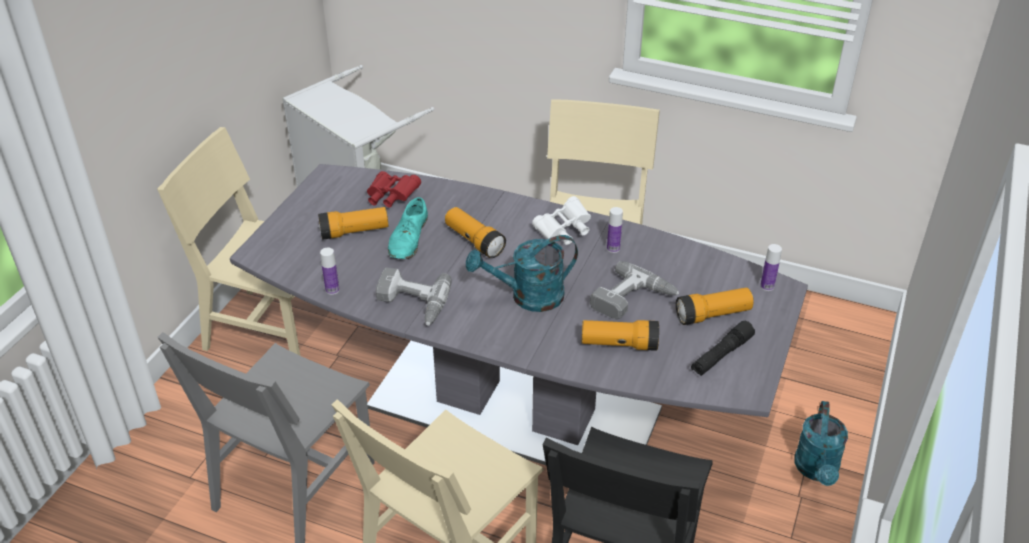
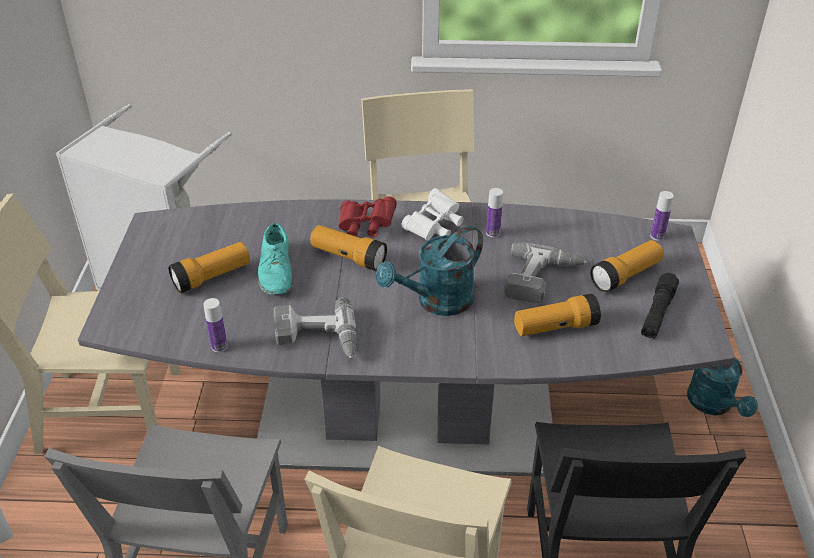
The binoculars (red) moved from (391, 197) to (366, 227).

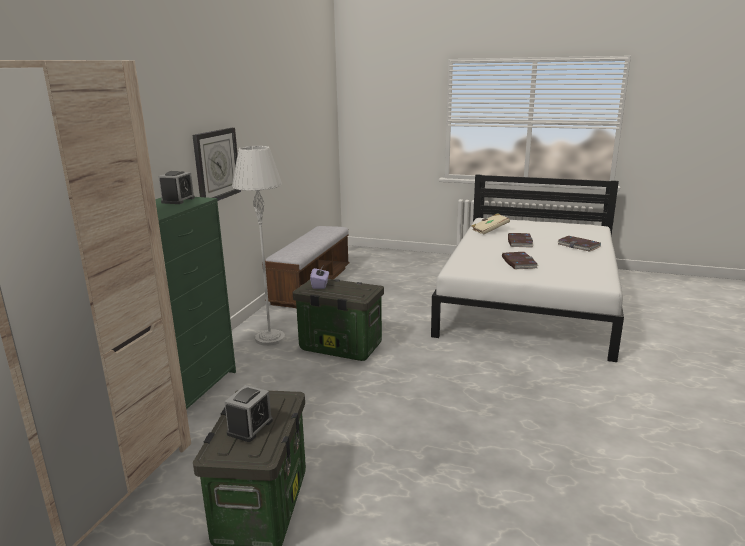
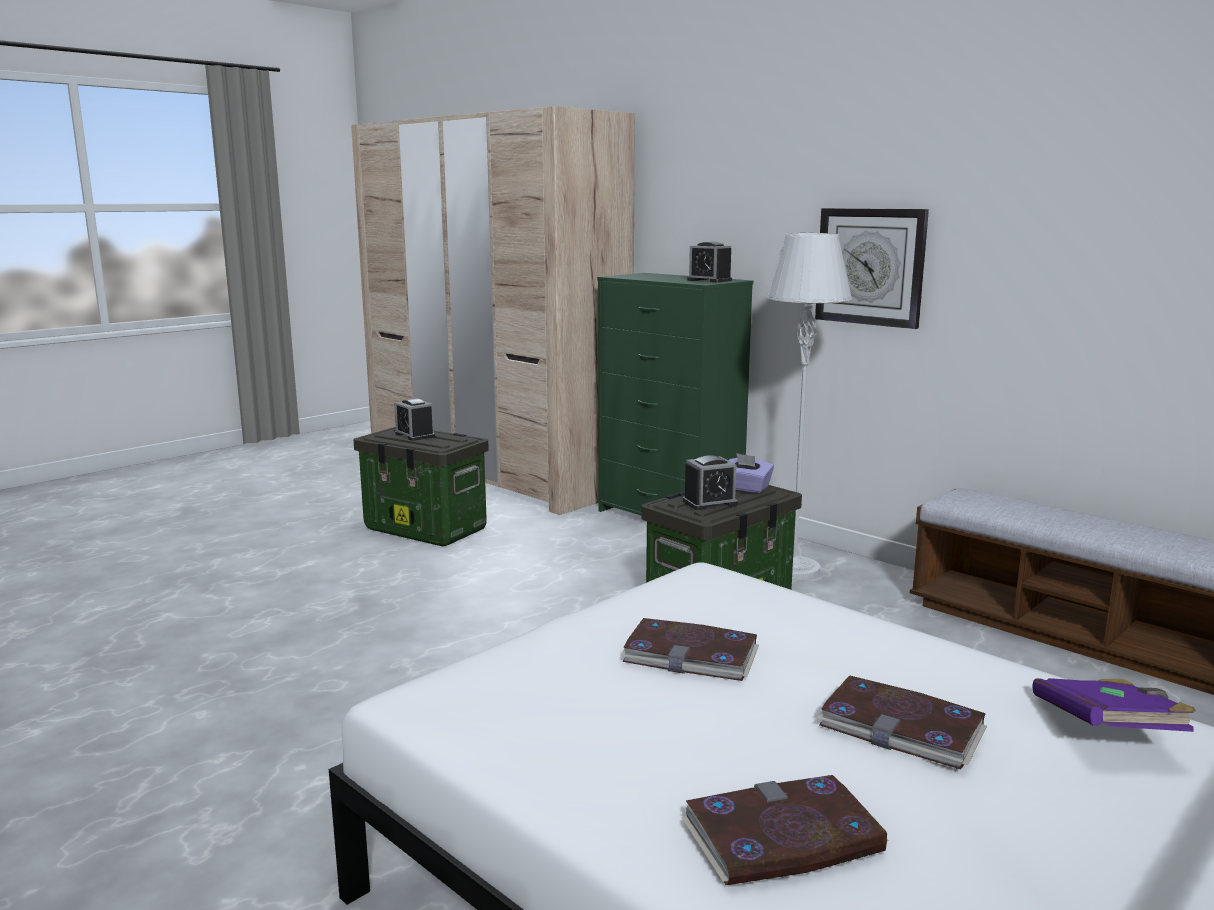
The book (beige) at (489, 230) became the book (purple) at (1107, 730). The alarm clock at (710, 502) appeared.

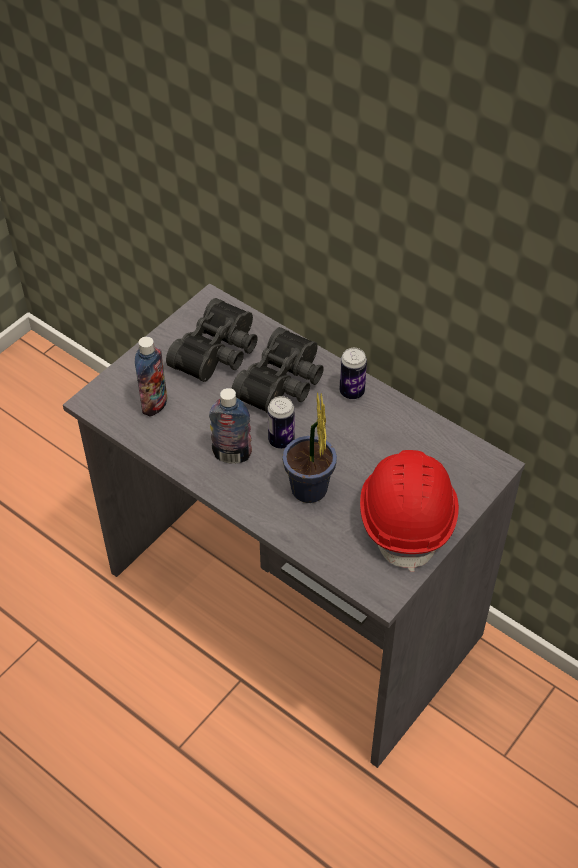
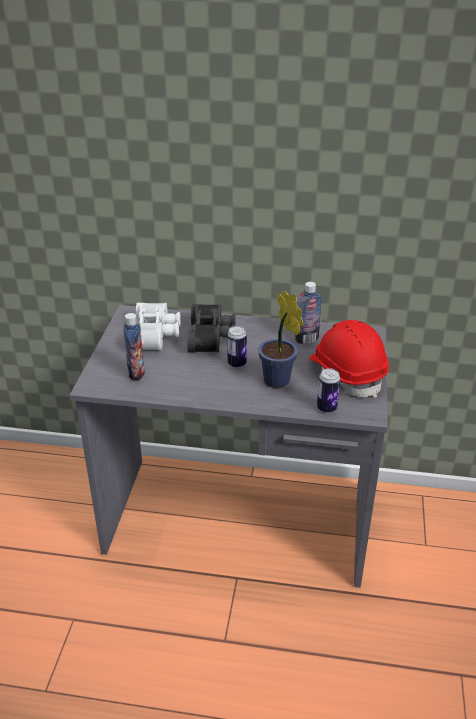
The binoculars (black) at (219, 353) became the binoculars (white) at (157, 335). The can moved from (352, 392) to (326, 408). The bottle moved from (232, 455) to (306, 339).

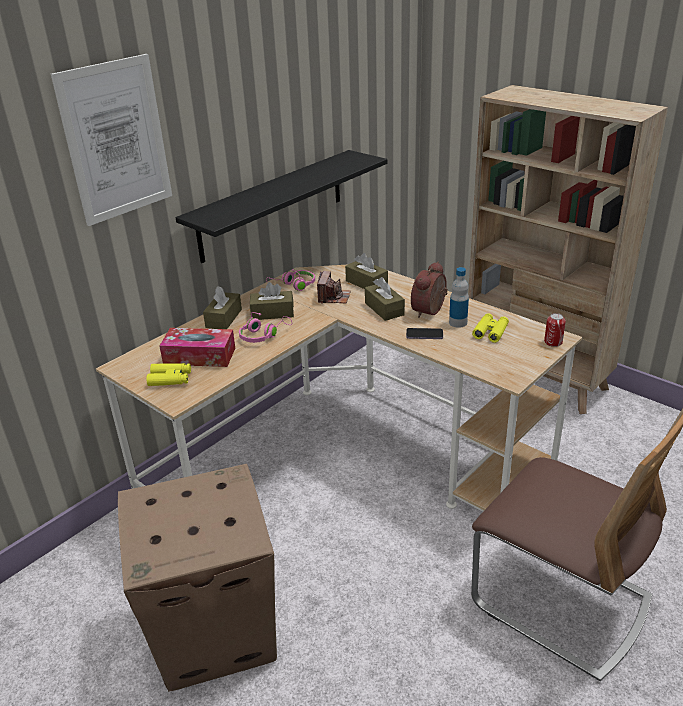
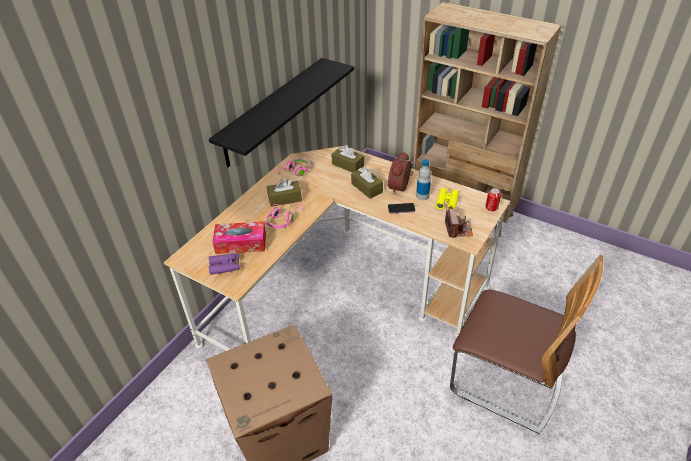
The picture at (116, 140) disappeared. The photo camera moved from (333, 297) to (458, 229). The tissue box (brown) at (224, 318) disappeared. The binoculars (yellow) at (170, 379) became the binoculars (purple) at (225, 266).

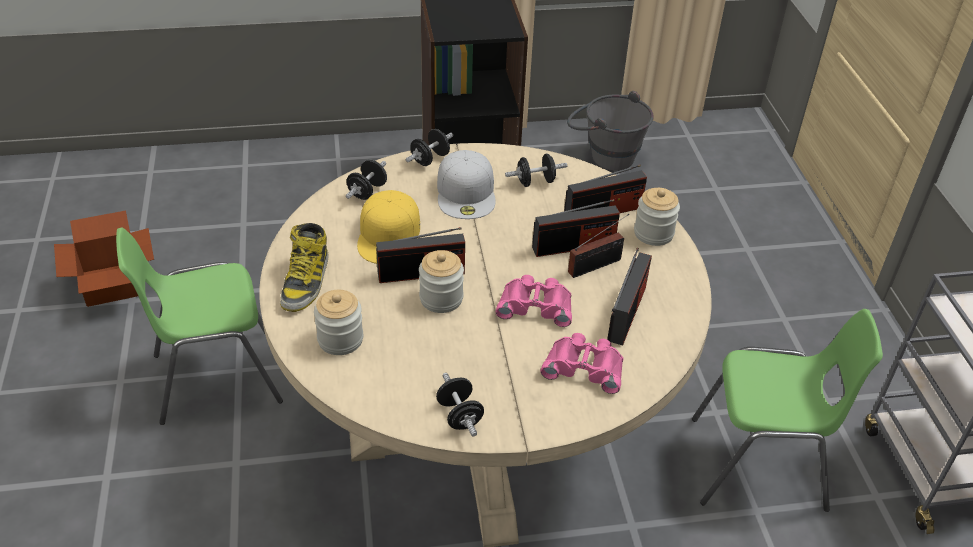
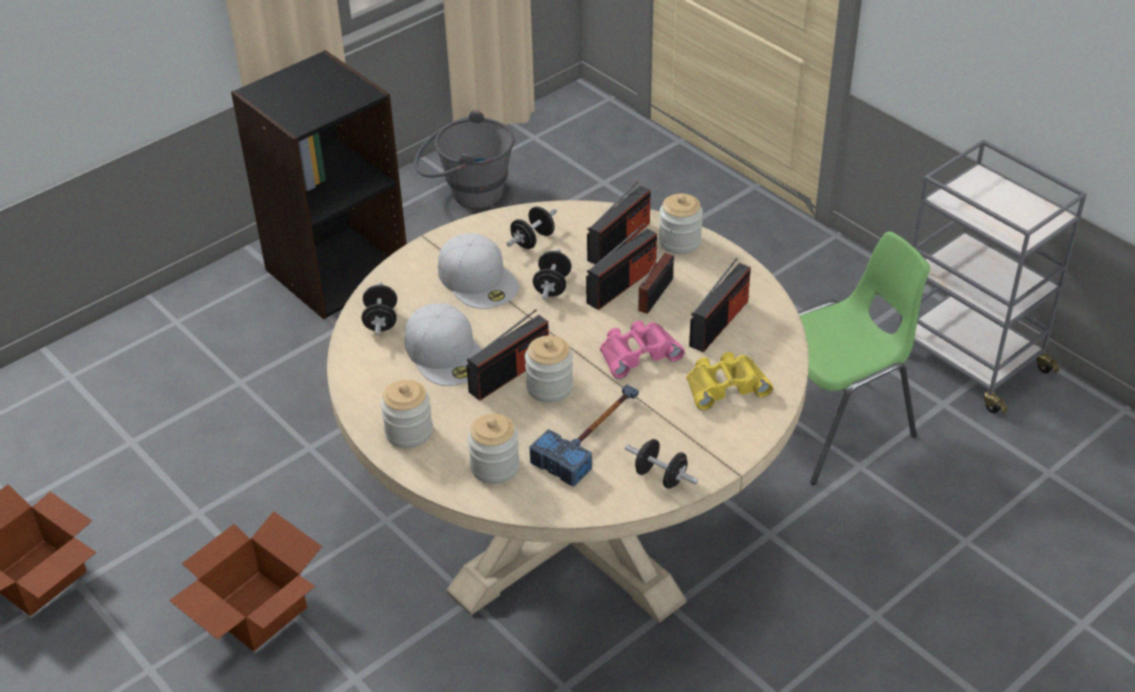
The dumbbell (black) moved from (430, 159) to (552, 286). The cap (yellow) at (390, 235) became the cap (white) at (446, 353). The boot at (306, 281) was replaced by the jar at (409, 432). The chair (green) at (215, 377) was replaced by the cardboard box at (253, 611). The radio at (627, 313) turned 45 degrees clockwise. The binoculars (pink) at (584, 367) became the binoculars (yellow) at (725, 385). The hammer at (592, 435) appeared.

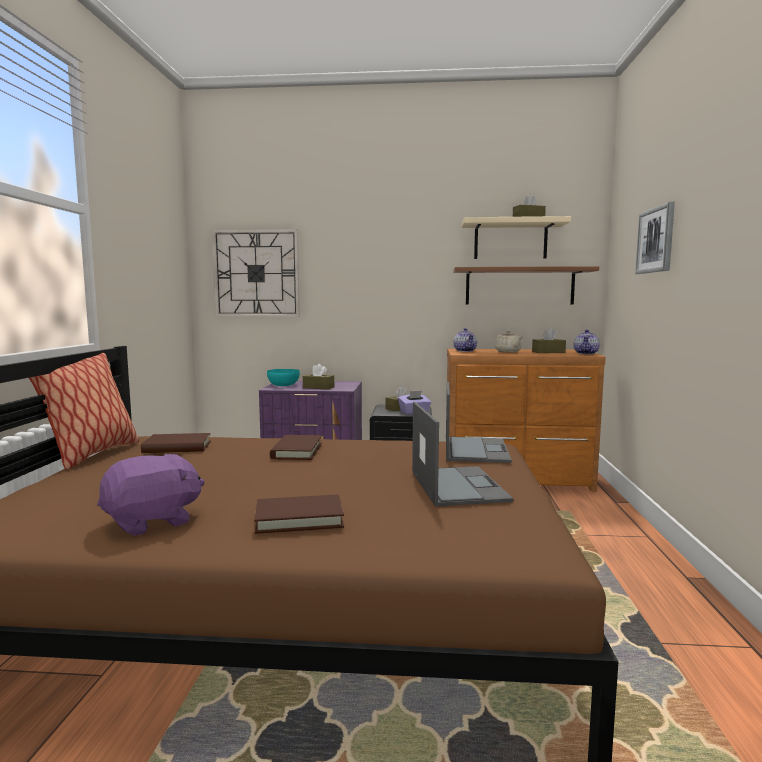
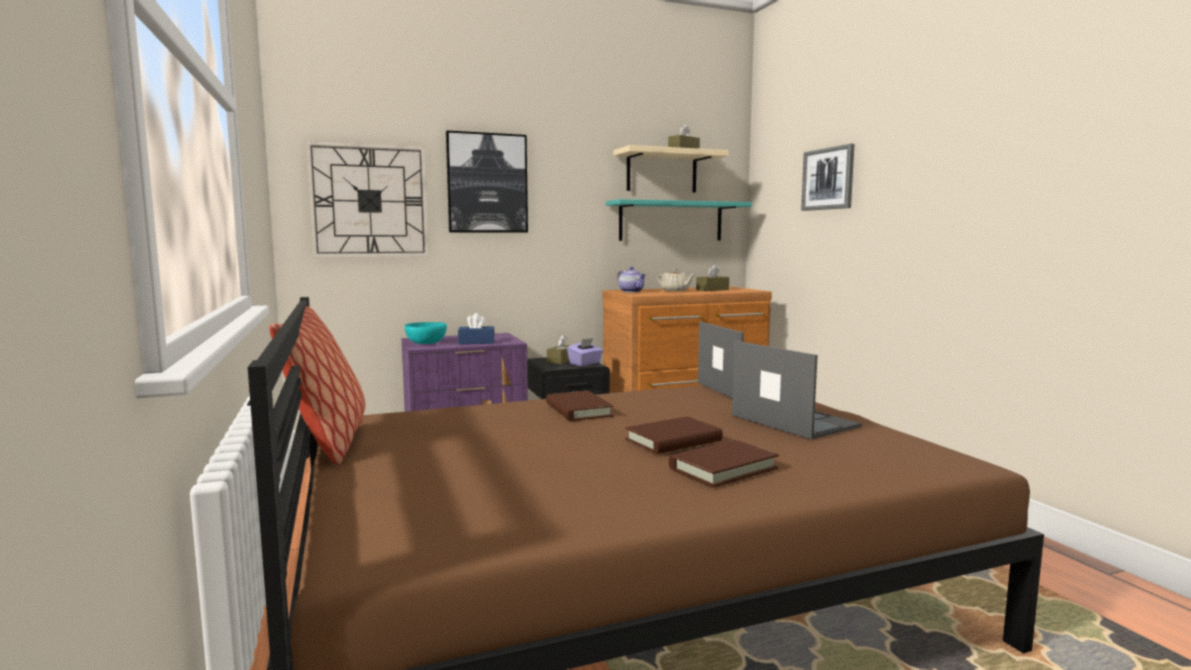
The shelf (brown) at (519, 286) became the shelf (turquoise) at (671, 221). The teapot at (586, 353) disappeared. The tissue box (brown) at (318, 387) became the tissue box (blue) at (476, 342). The book (brown) moved from (177, 447) to (673, 440). The plush toy (purple) at (152, 521) disappeared. The picture at (487, 183) appeared.

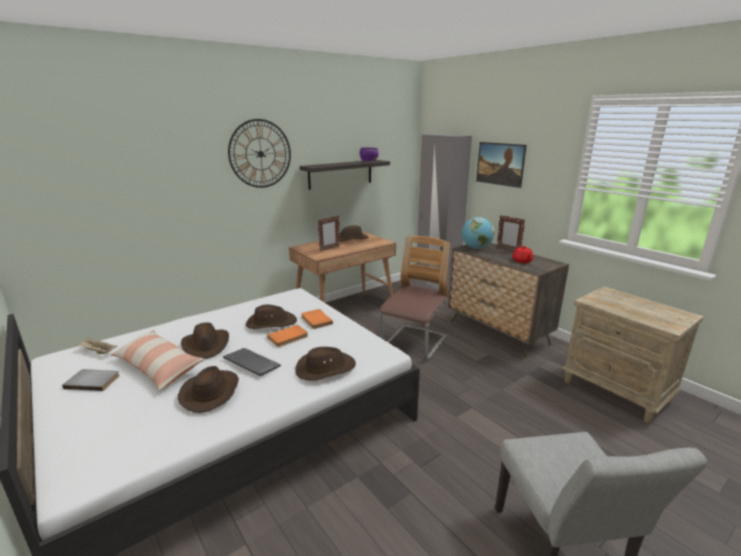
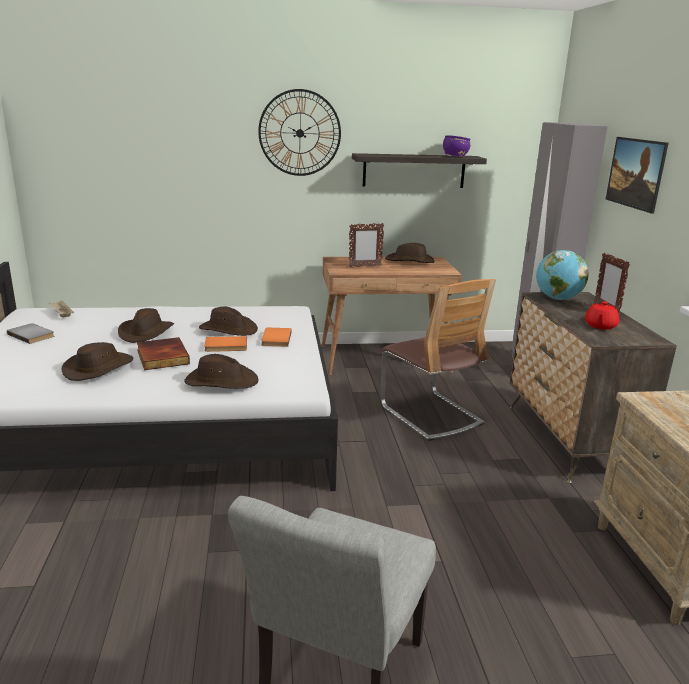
The chair at (414, 343) turned 90 degrees clockwise. The pillow at (158, 367) disappeared. The keyboard at (250, 363) was replaced by the book at (161, 357).

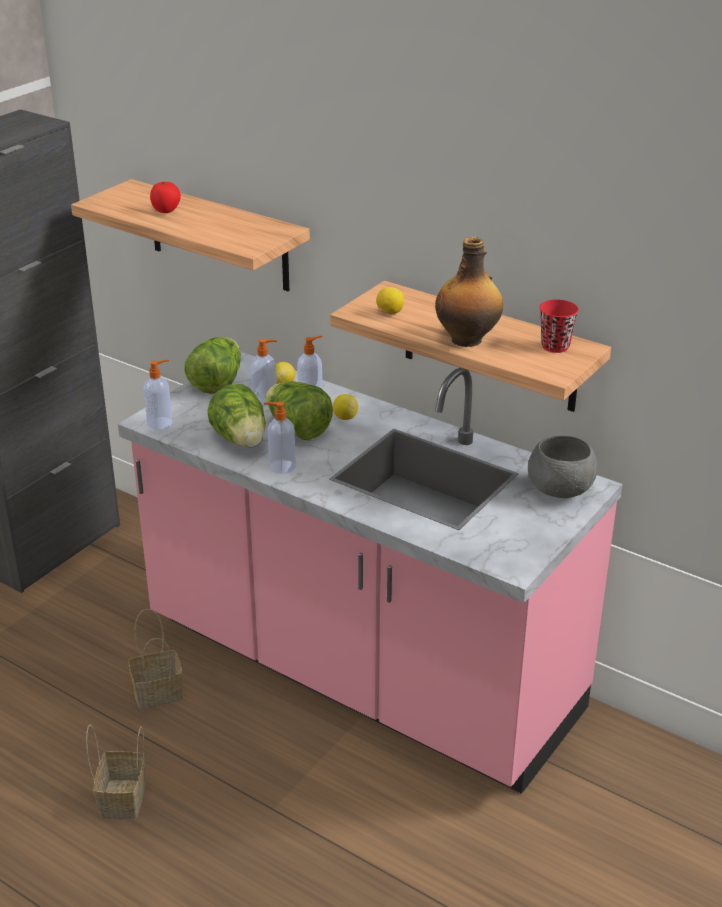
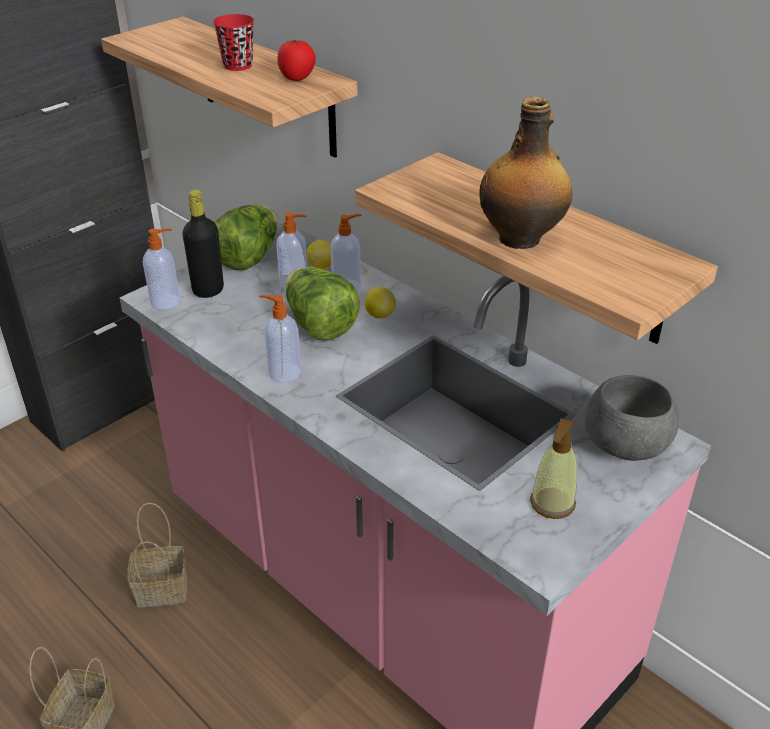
The tomato moved from (166, 211) to (297, 78). The lemon at (389, 313) disappeared. The cup (red) moved from (555, 346) to (238, 65). The lettuce at (241, 440) disappeared. The bottle (black) at (208, 290) appeared. The soap dispenser at (552, 503) appeared.

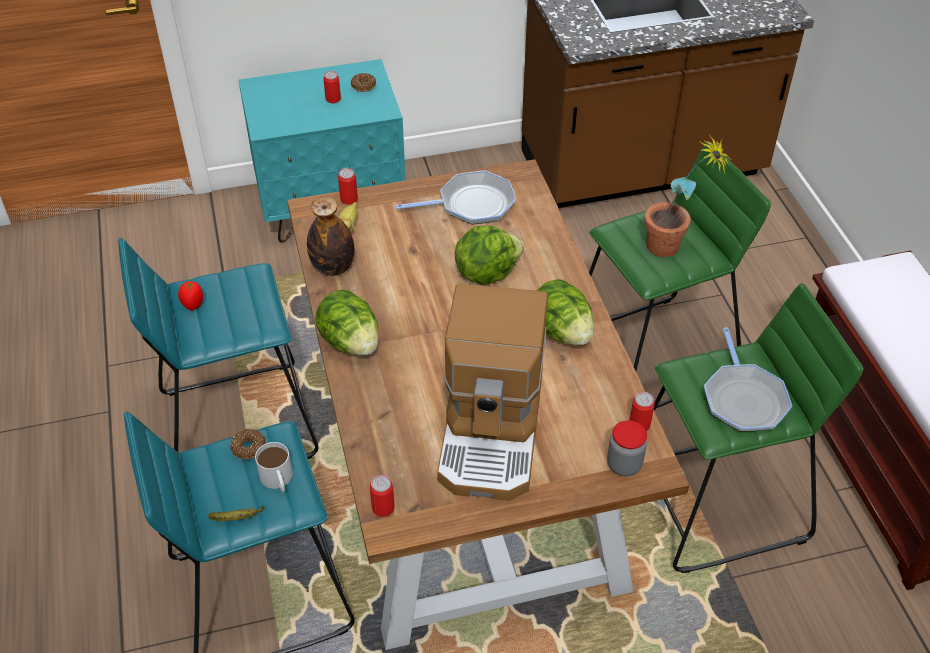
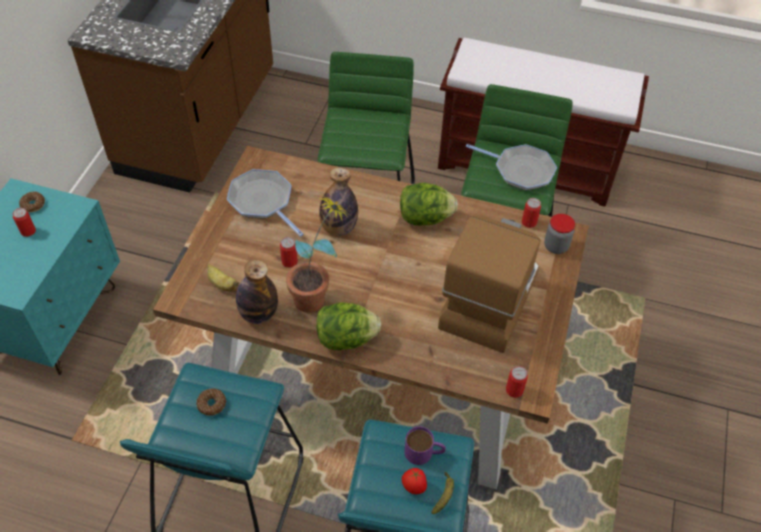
The potted plant moved from (672, 249) to (318, 296). The can moved from (349, 199) to (289, 261). The frying pan at (472, 204) turned 60 degrees counterclockwise. The lettuce at (486, 272) was replaced by the bottle at (338, 228). The tomato moved from (193, 305) to (413, 487). The coffee machine at (493, 432) turned 105 degrees counterclockwise. The donut moved from (249, 447) to (212, 404). The mug (white) at (278, 480) became the mug (purple) at (424, 452).

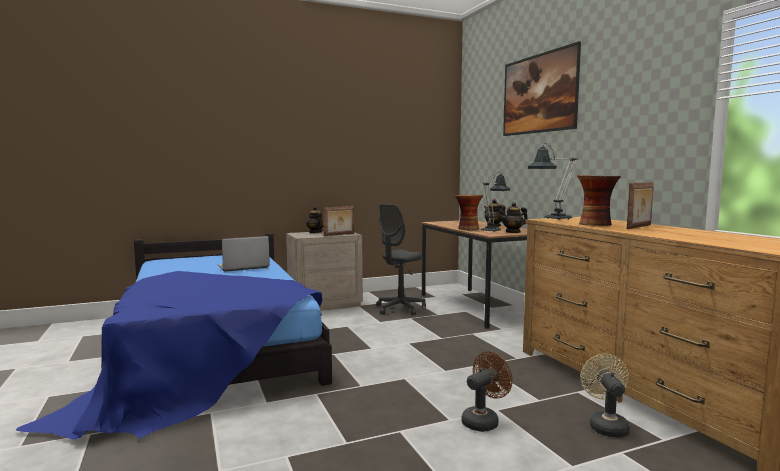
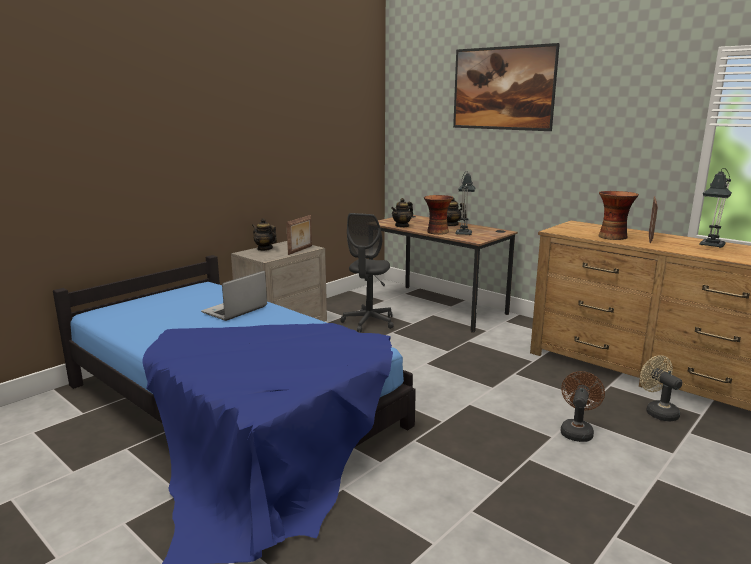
The table lamp moved from (553, 219) to (710, 246). The teapot moved from (513, 232) to (402, 226).

